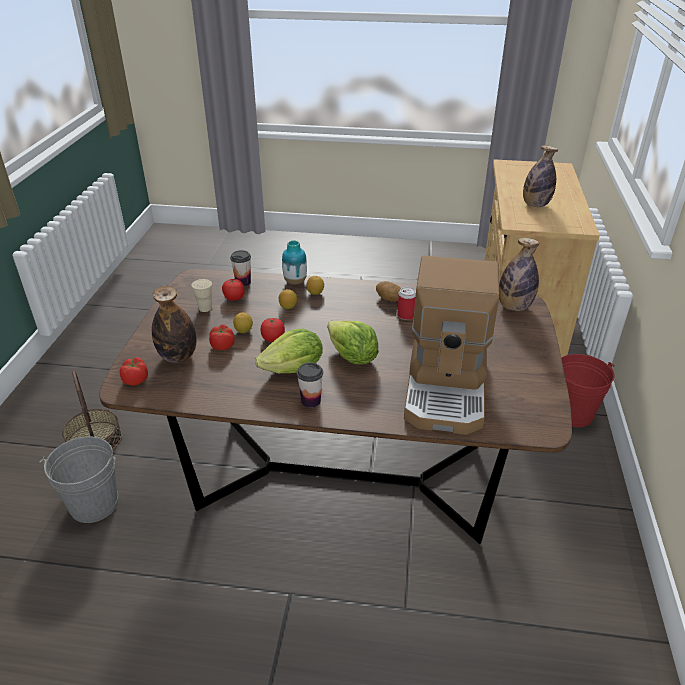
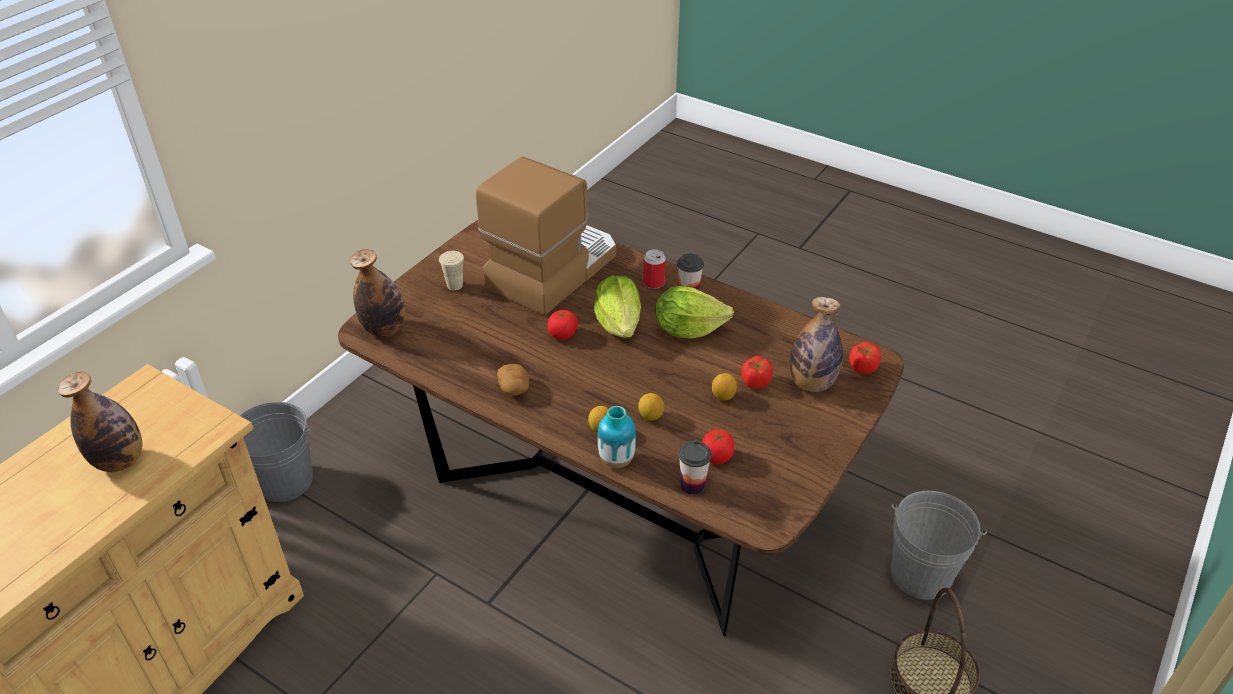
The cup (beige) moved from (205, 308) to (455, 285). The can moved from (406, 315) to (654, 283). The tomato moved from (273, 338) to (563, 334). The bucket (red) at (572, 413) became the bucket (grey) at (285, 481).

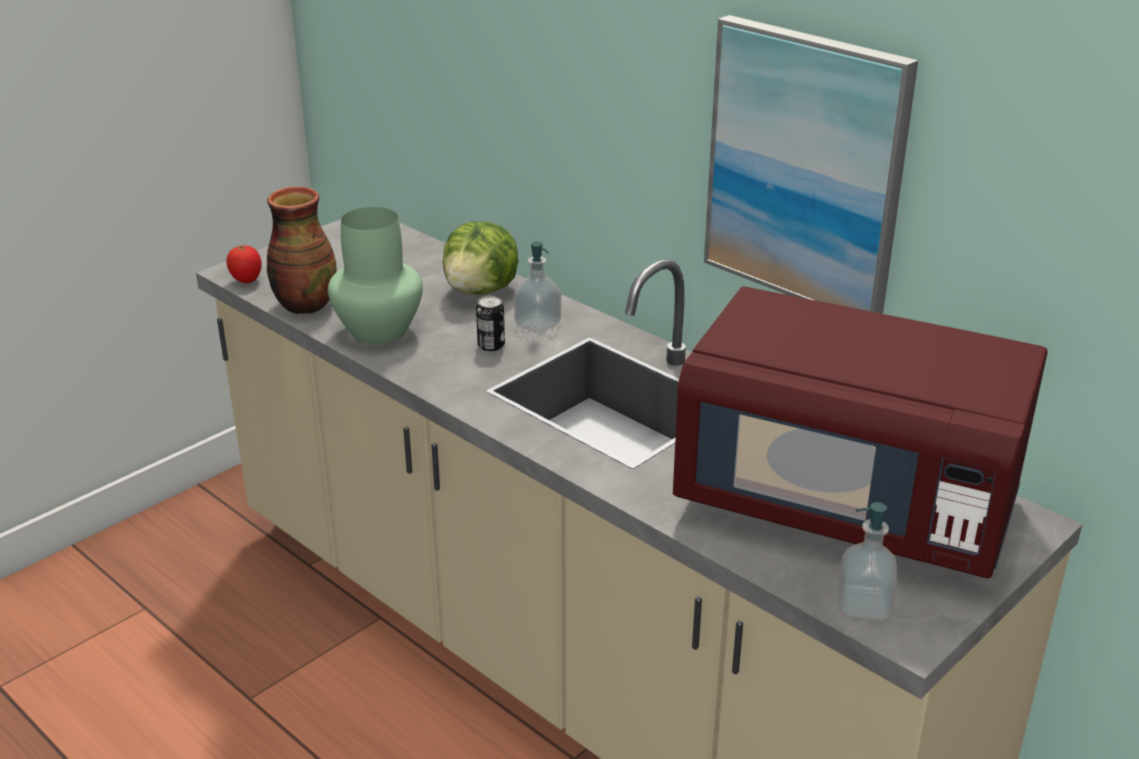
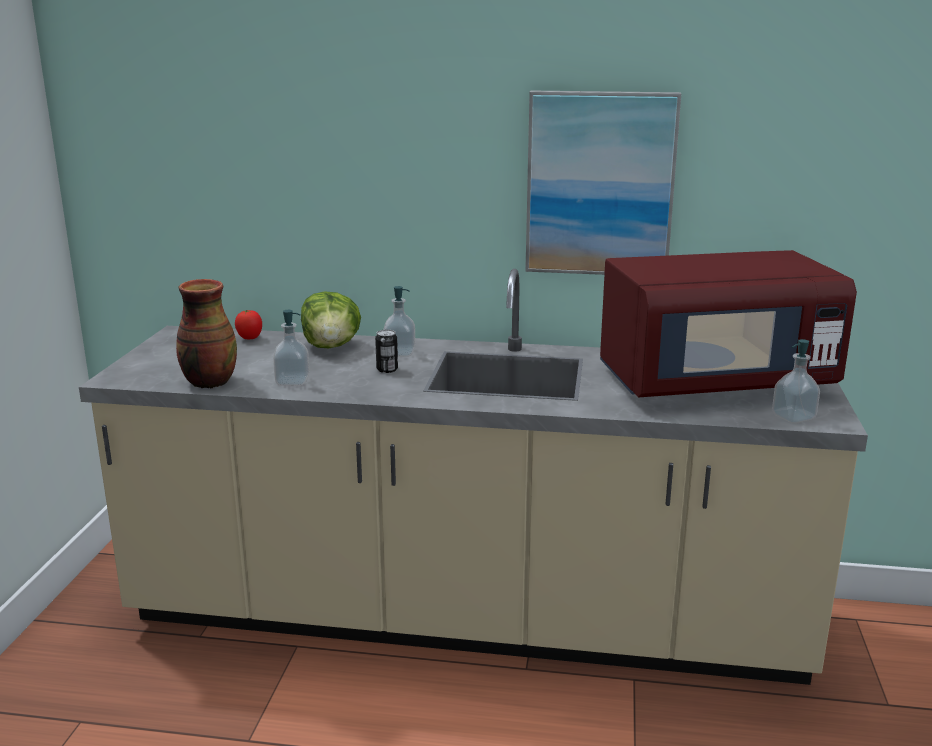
The vase (green) at (378, 330) was replaced by the soap dispenser at (292, 381). The tomato moved from (247, 281) to (250, 338).

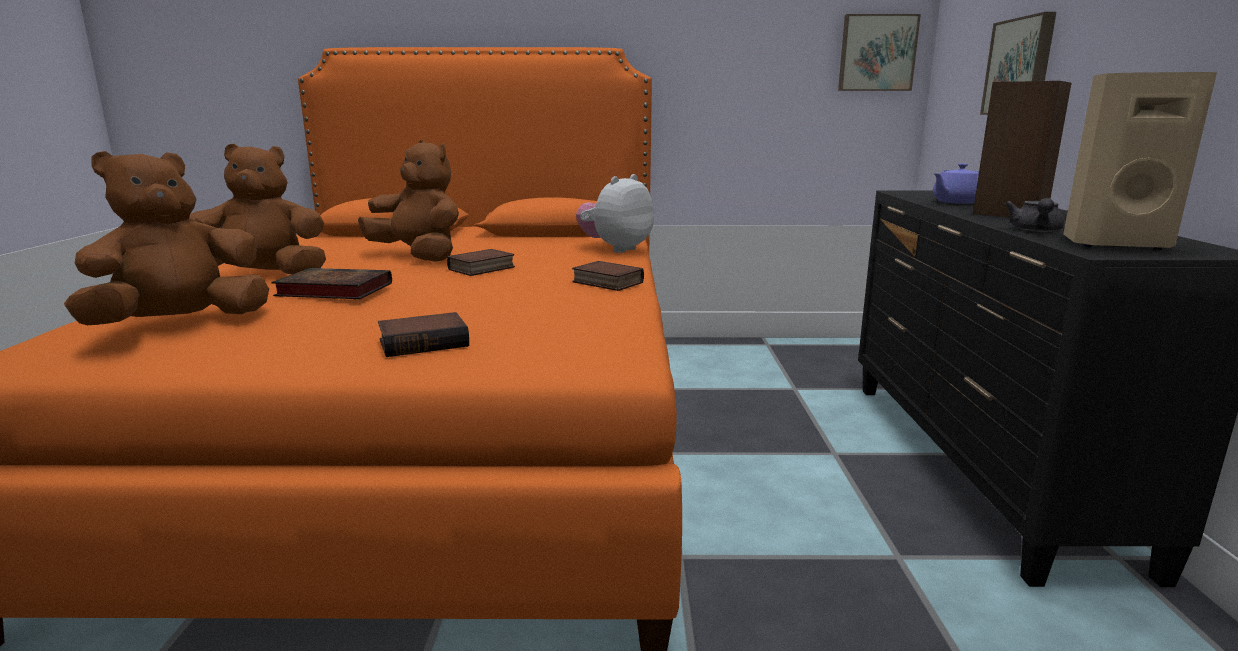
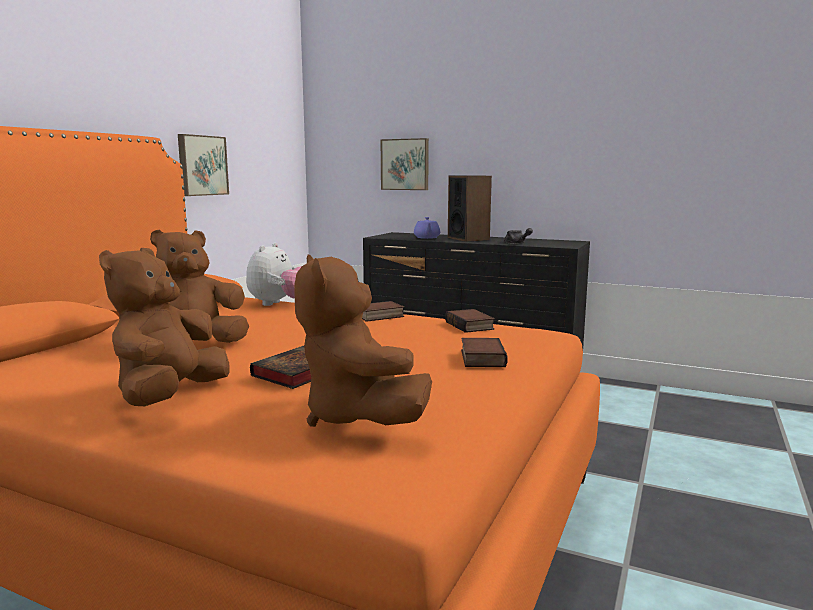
The picture moved from (877, 53) to (202, 165). The speaker (beige) at (1112, 243) disappeared. The plush toy at (616, 249) turned 135 degrees counterclockwise. The book moved from (482, 269) to (471, 326).

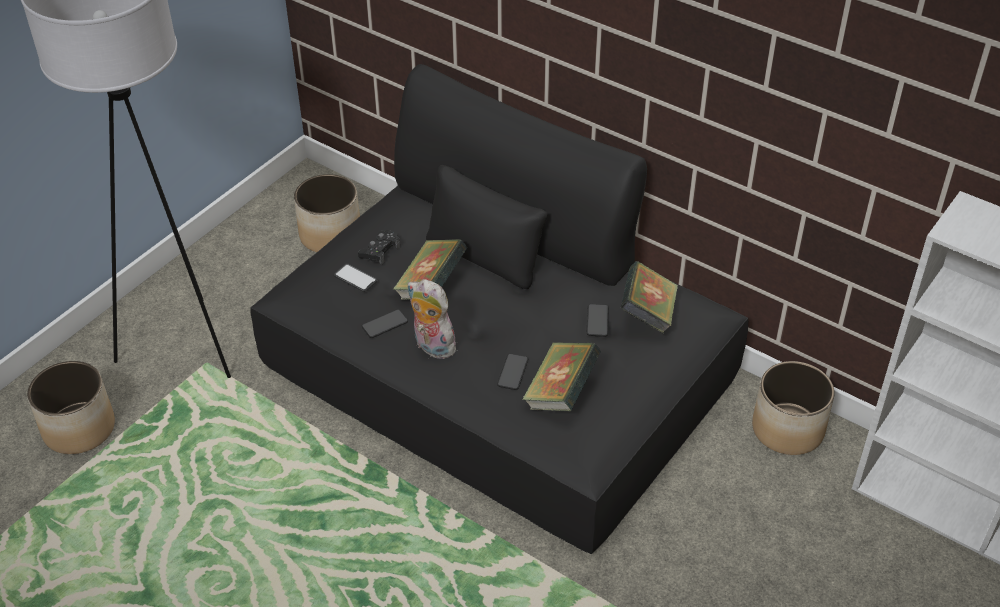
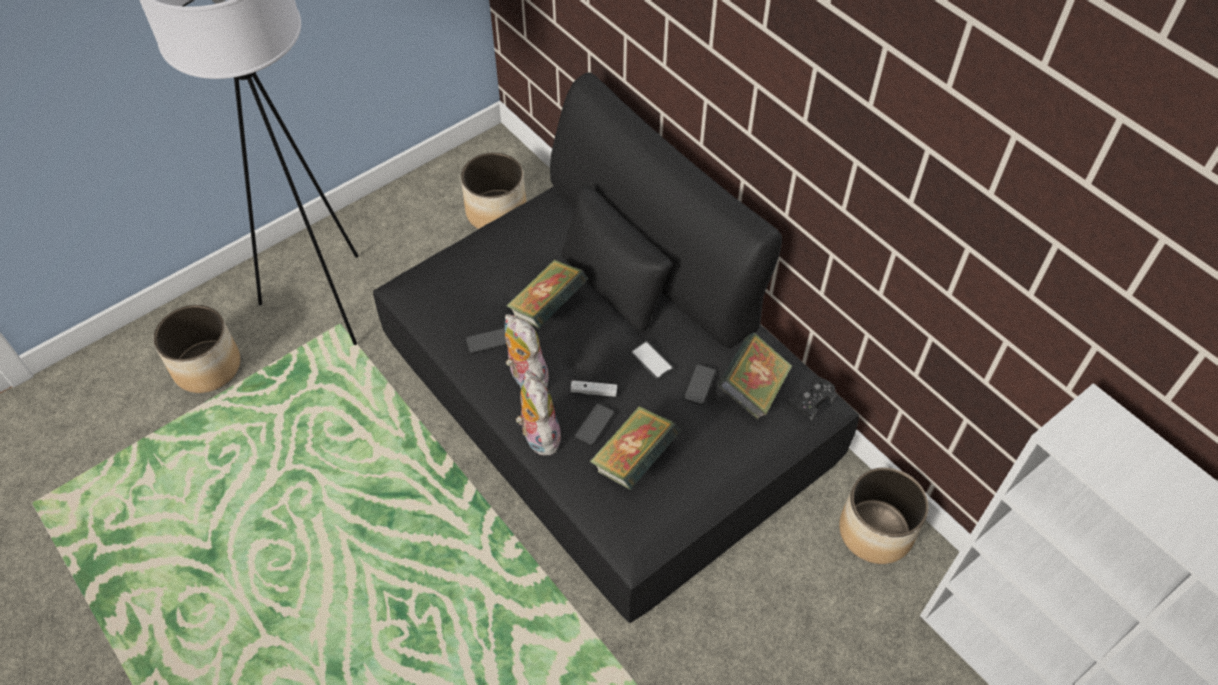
The game controller (black) moved from (380, 251) to (812, 401). The phone moved from (355, 278) to (651, 360). The plush toy at (538, 435) appeared. The game controller (white) at (594, 391) appeared.

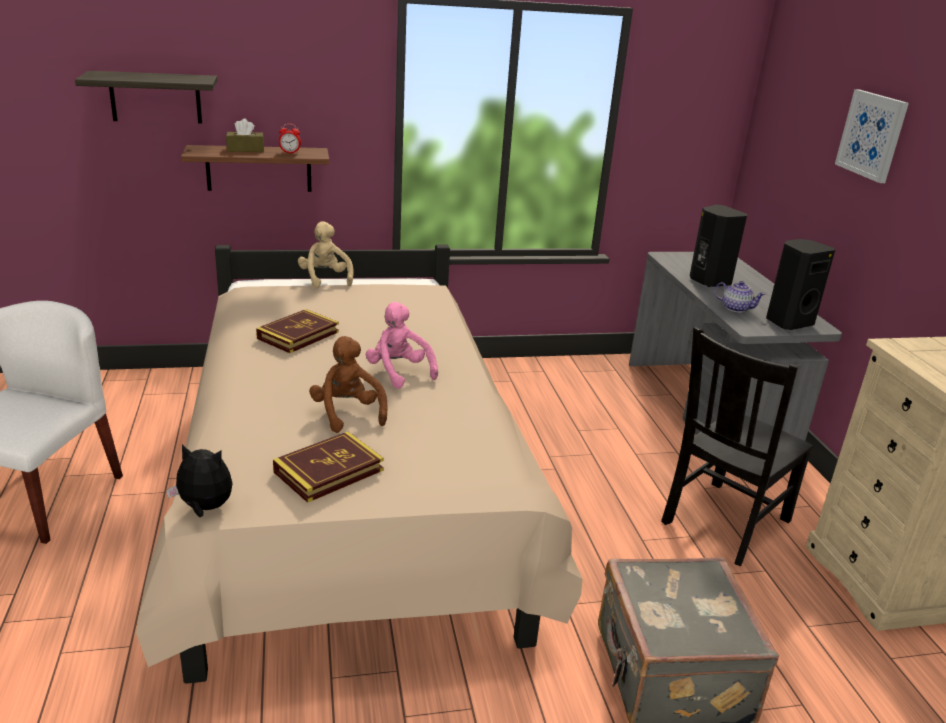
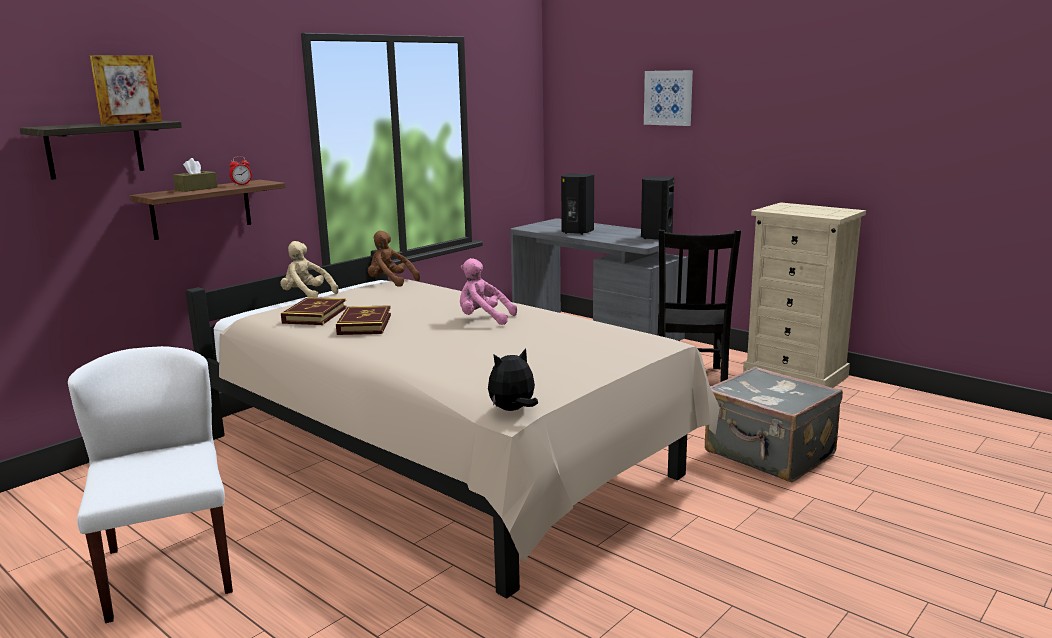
The teapot at (735, 308) disappeared. The plush toy (brown) moved from (347, 413) to (390, 282). The book moved from (328, 471) to (315, 315). The picture frame at (132, 123) appeared.

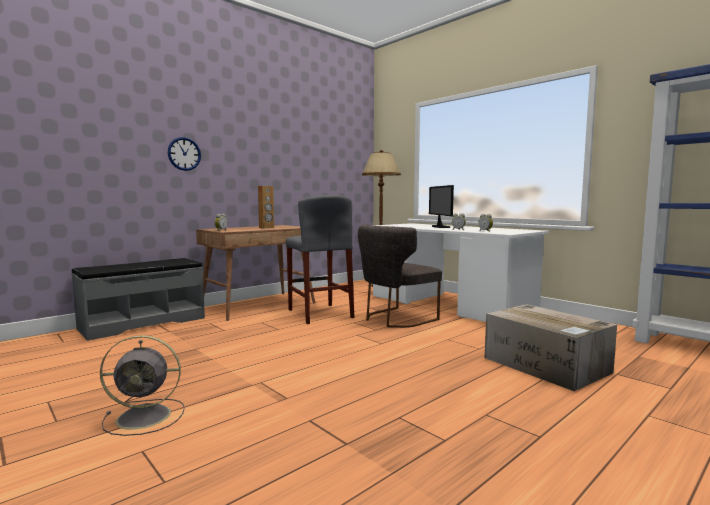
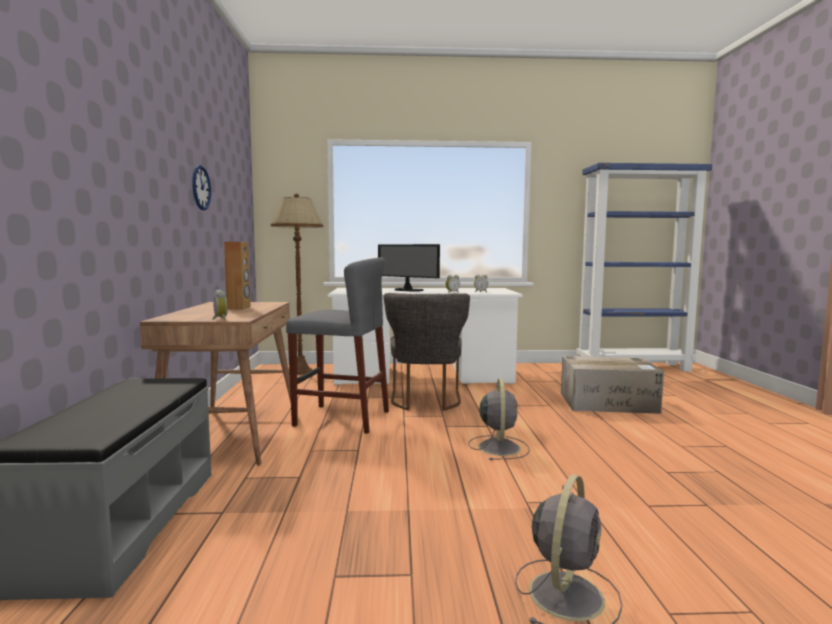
The wall clock moved from (184, 154) to (201, 187). The fan (grey) at (499, 447) appeared.

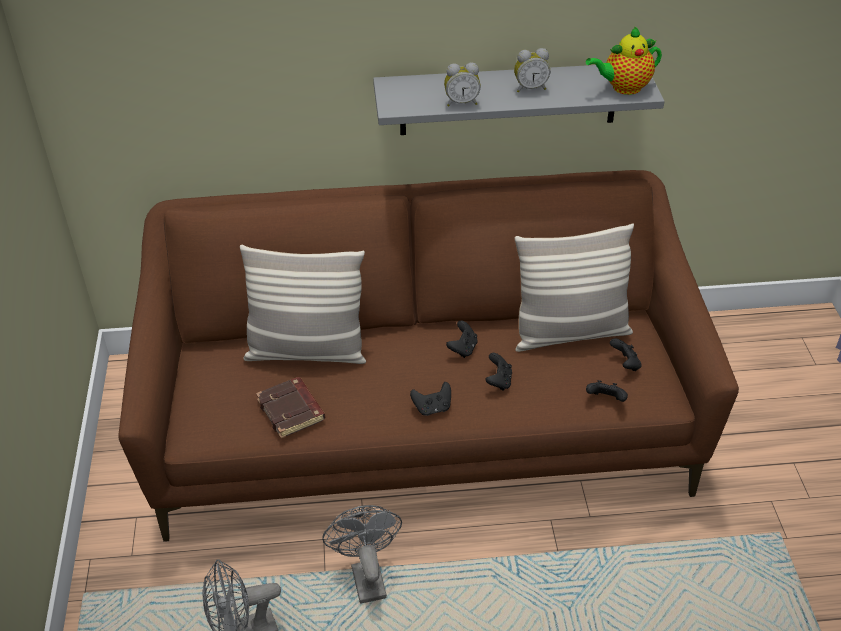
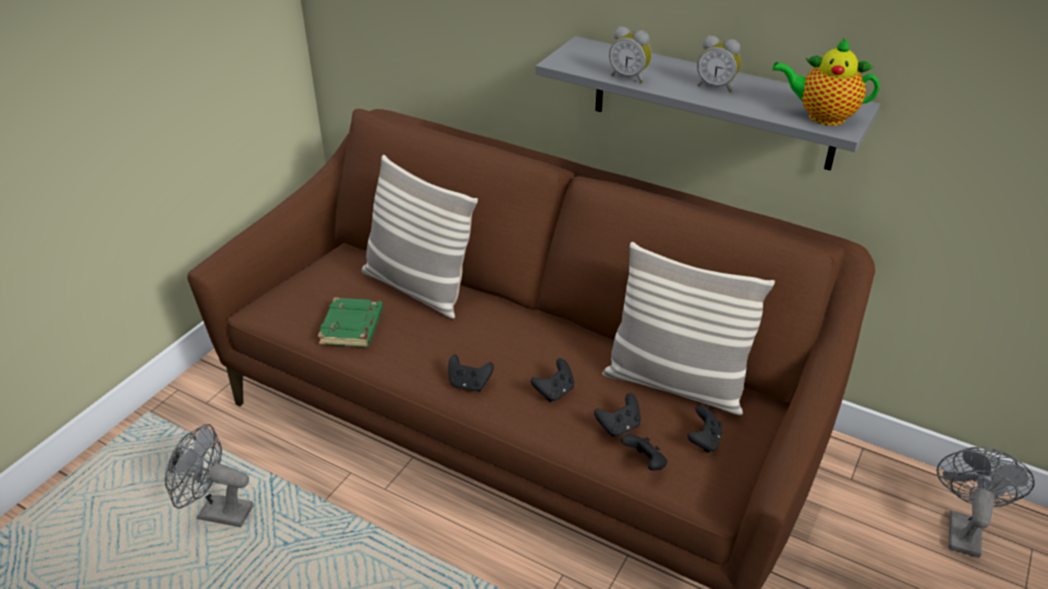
The game controller (black) moved from (463, 349) to (619, 427). The book (brown) at (292, 411) became the book (green) at (352, 327). The fan (grey) moved from (366, 575) to (963, 528).

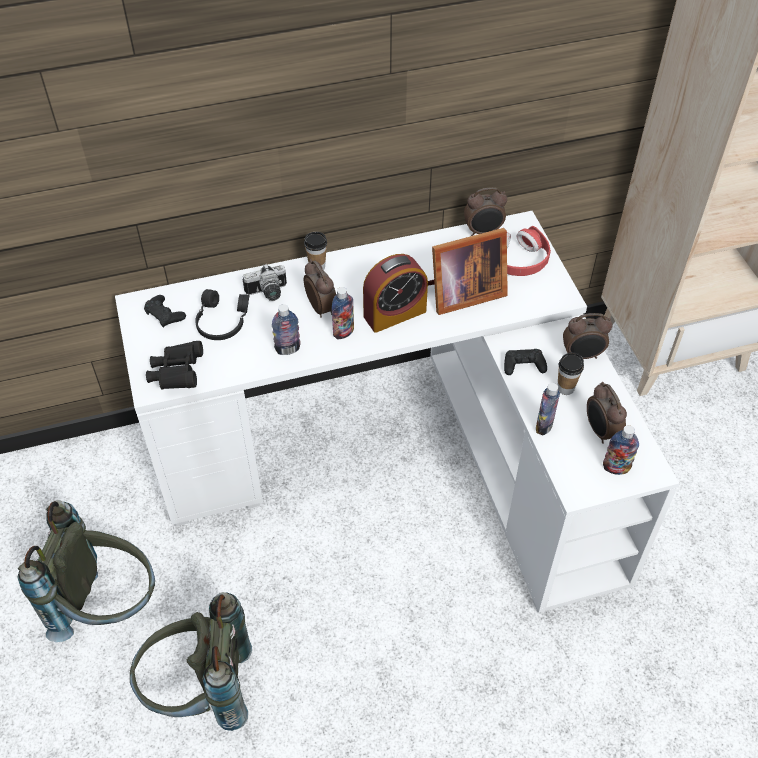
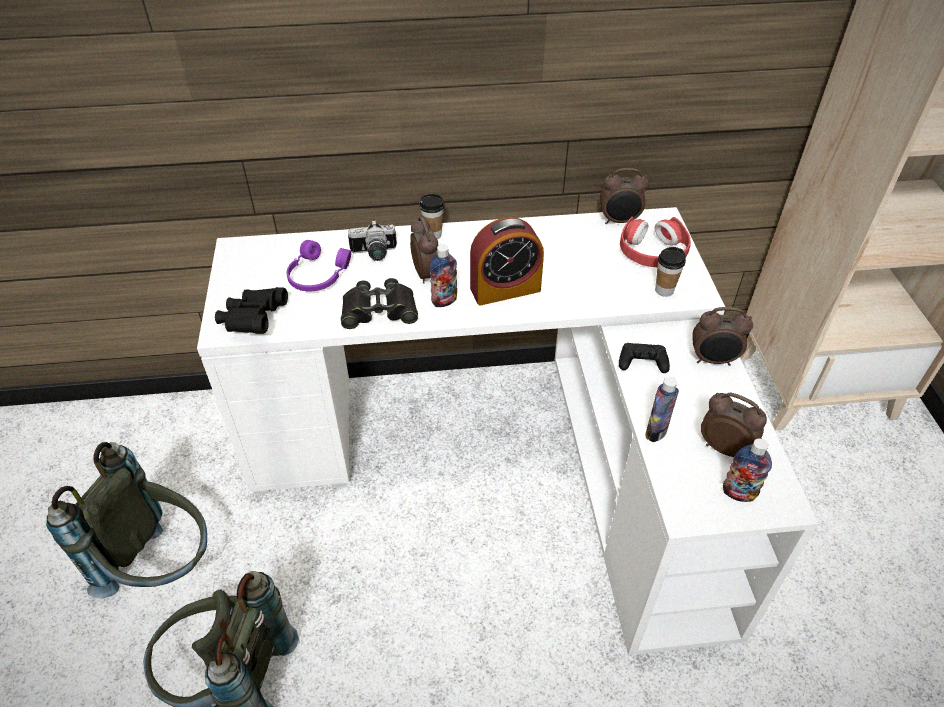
The picture frame at (462, 294) disappeared. The headphones (black) at (221, 322) became the headphones (purple) at (317, 275). The game controller (black) at (164, 315) disappeared. The bottle at (288, 349) was replaced by the binoculars (black) at (379, 310). The cup moved from (565, 388) to (664, 290). The alarm clock at (600, 431) turned 135 degrees clockwise.

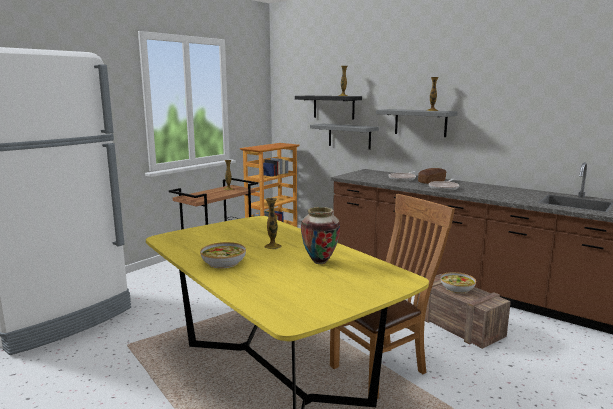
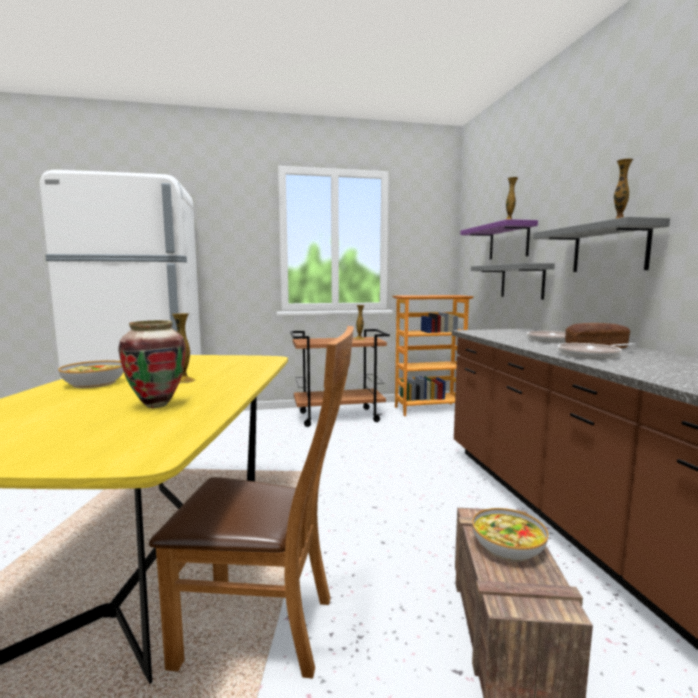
The shelf (black) at (333, 107) became the shelf (purple) at (508, 242).

